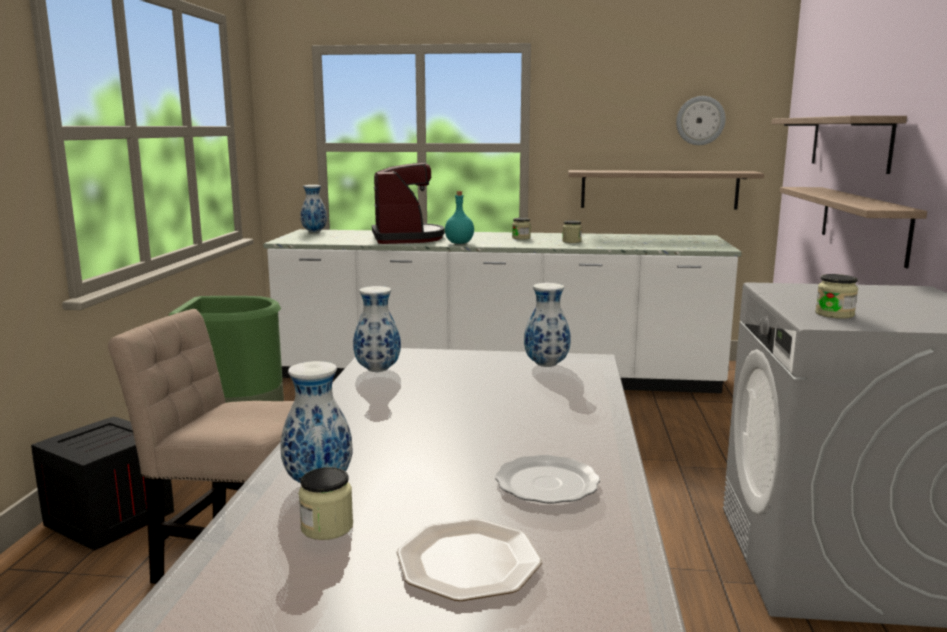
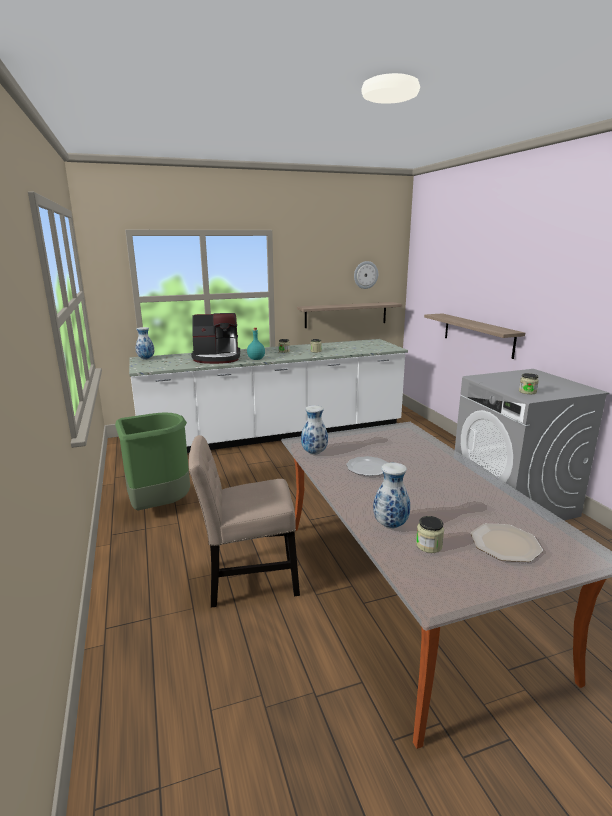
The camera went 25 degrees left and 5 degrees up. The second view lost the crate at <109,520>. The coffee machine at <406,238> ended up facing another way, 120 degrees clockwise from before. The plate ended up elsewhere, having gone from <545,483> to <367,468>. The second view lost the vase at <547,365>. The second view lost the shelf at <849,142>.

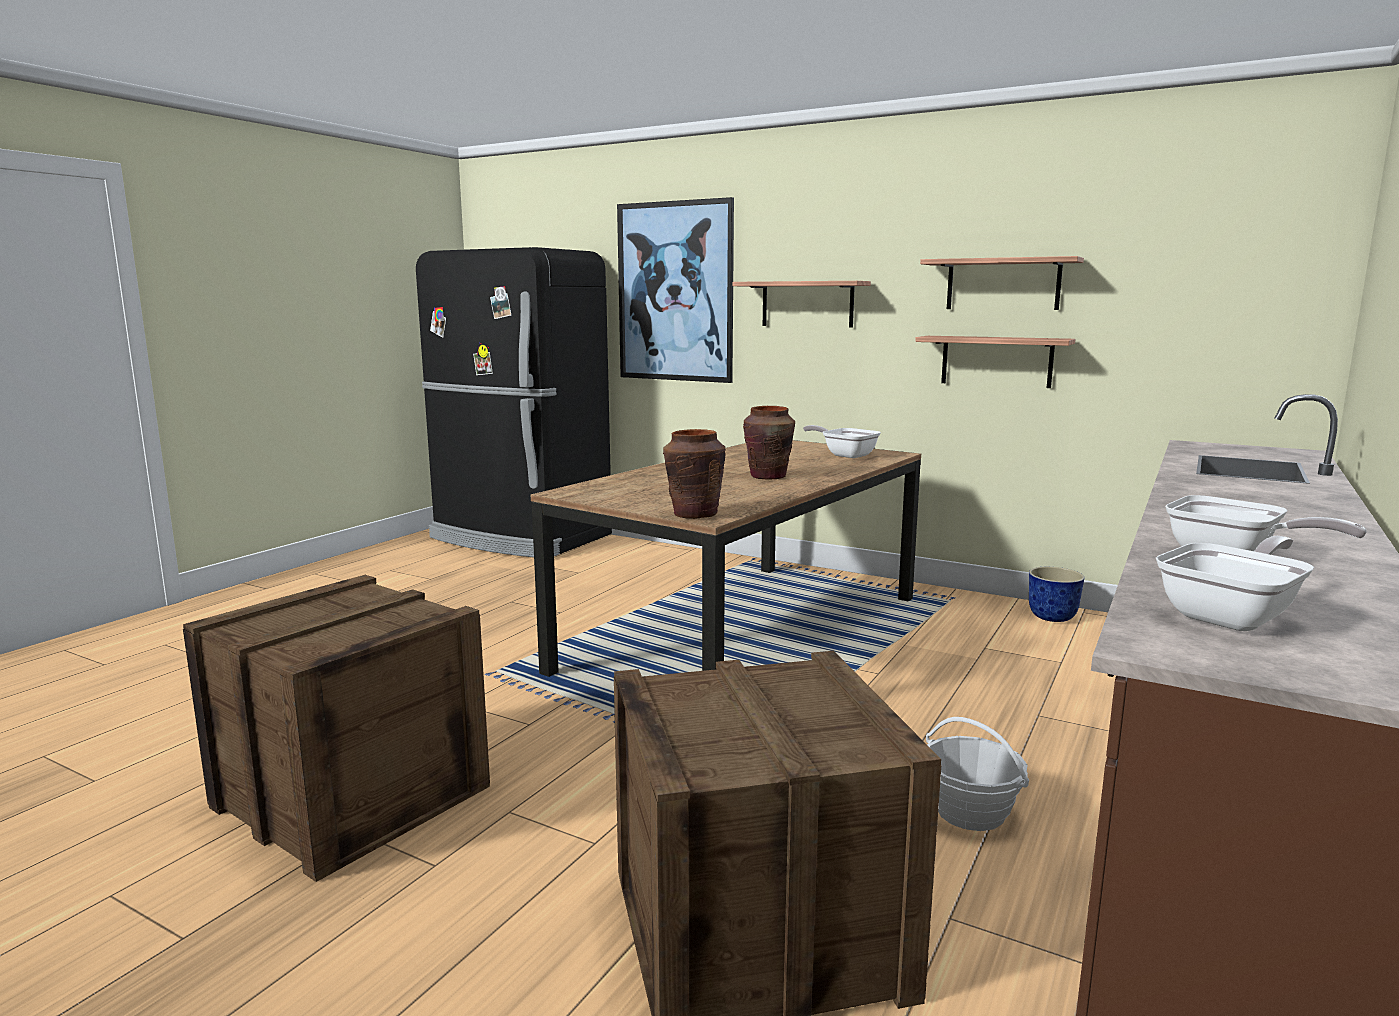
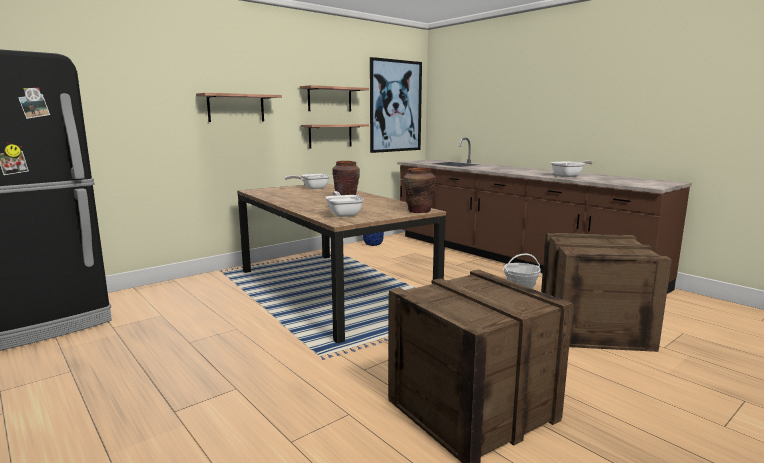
The camera went 70 degrees left and 0 degrees up. The picture ended up elsewhere, having gone from <675,292> to <395,106>. The frying pan ended up elsewhere, having gone from <1233,616> to <344,214>.

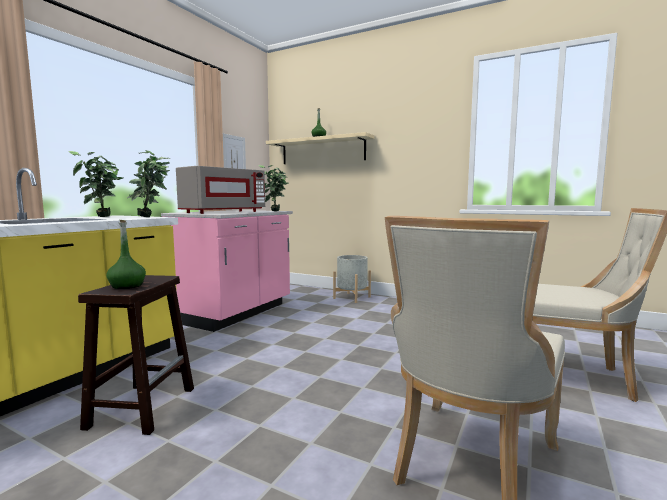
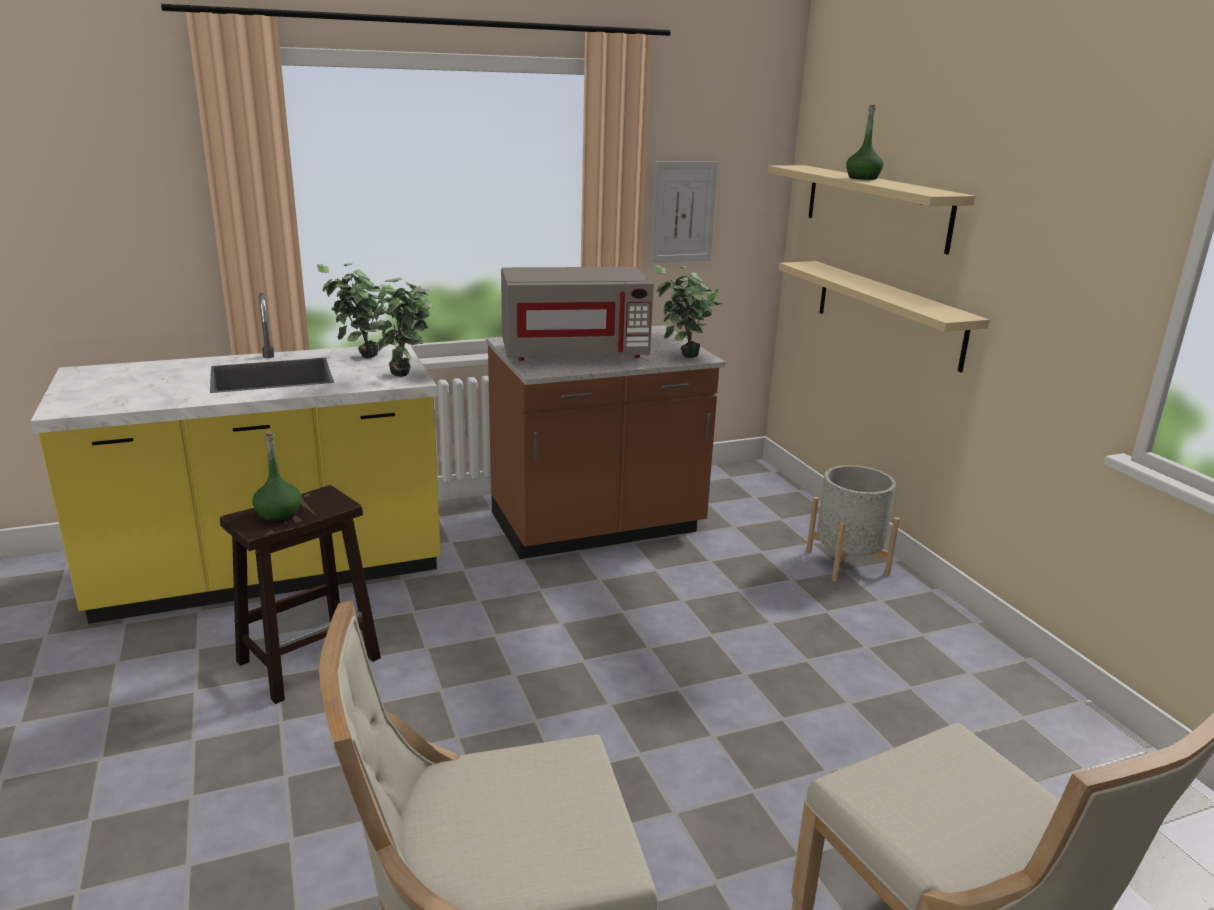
The camera went 40 degrees right and 15 degrees up. What was the counter/pink at <235,313> turned into the counter/brown at <597,527>. The second view gained the shelf/beige at <888,313>.

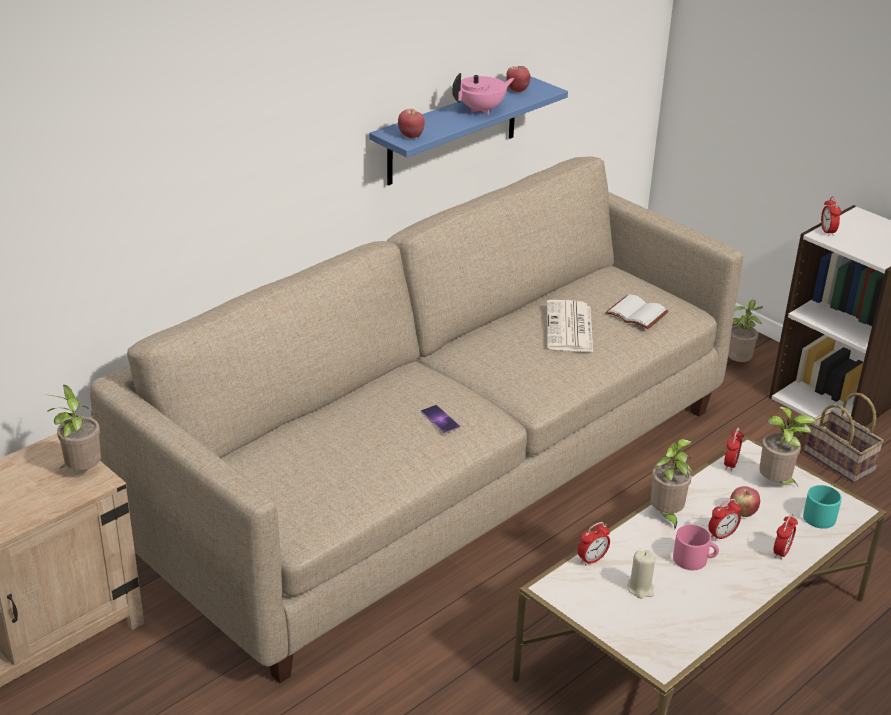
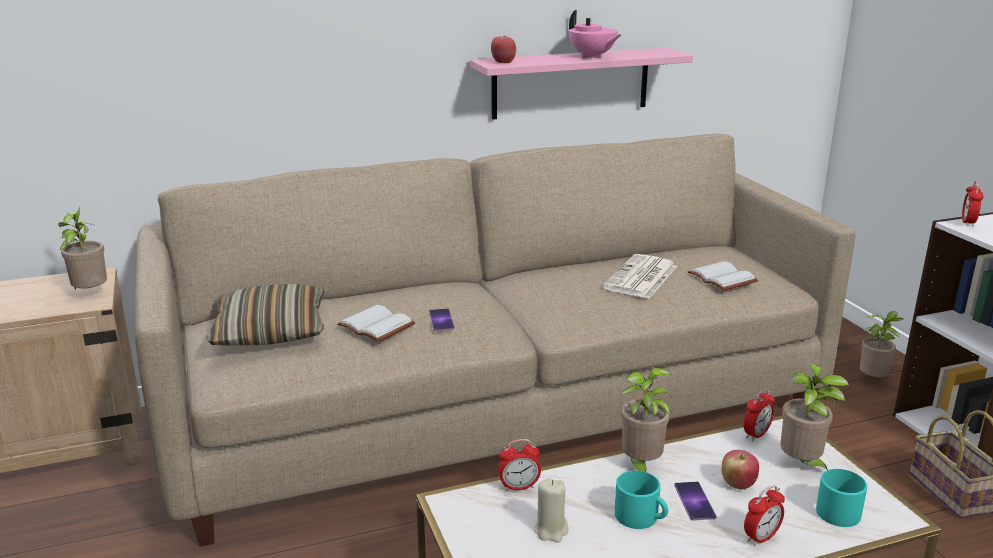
The camera went 25 degrees right and 10 degrees down. What was the shelf/blue at <452,131> turned into the shelf/pink at <571,83>. The teapot/pink at <482,110> ended up facing another way, 60 degrees clockwise from before. The second view lost the apple at <517,90>. What was the mug/pink at <694,559> turned into the mug/turquoise at <641,517>. Where the alarm clock stood at <722,535>, the phone came to stand at <694,501>. The second view gained the pillow at <270,331>. The second view gained the book/white at <378,325>.

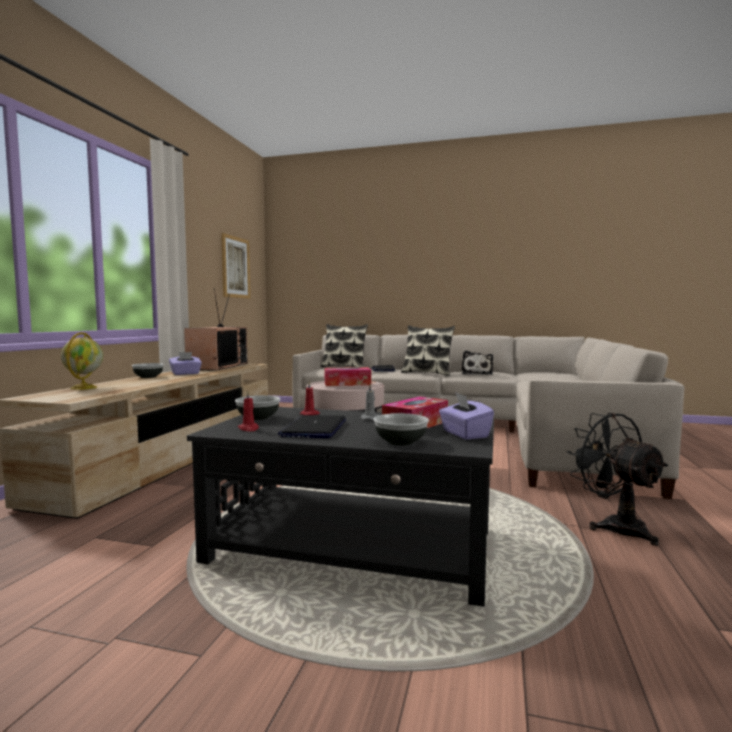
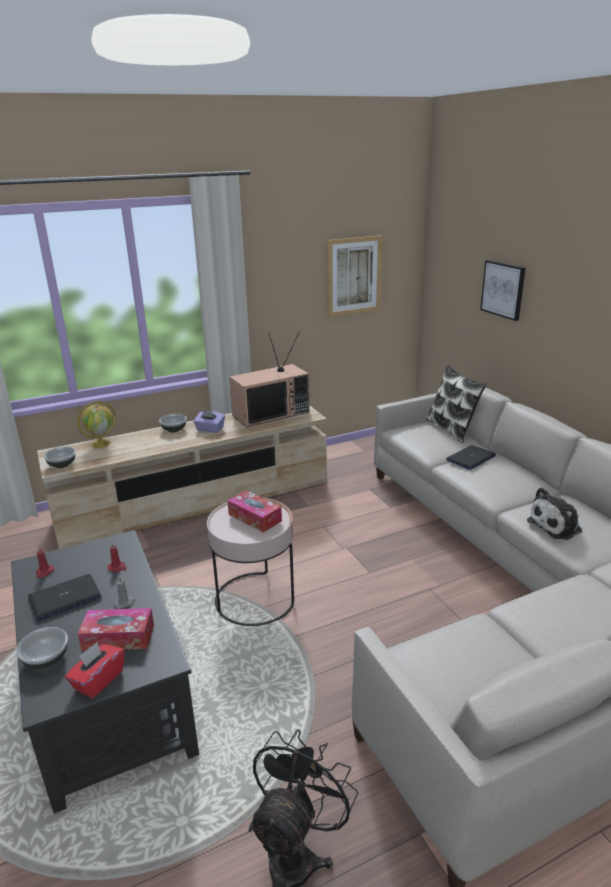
The camera went 50 degrees right and 20 degrees up. The bowl ended up elsewhere, having gone from <258,418> to <62,464>. The second view lost the pillow at <427,373>. What was the tissue box/purple at <464,434> turned into the tissue box/red at <98,680>. The second view gained the picture at <503,289>.

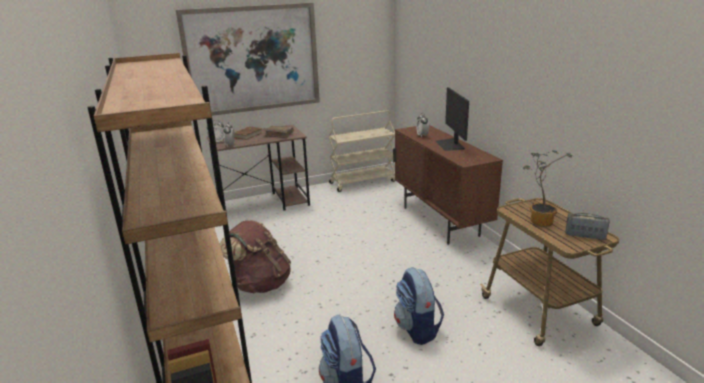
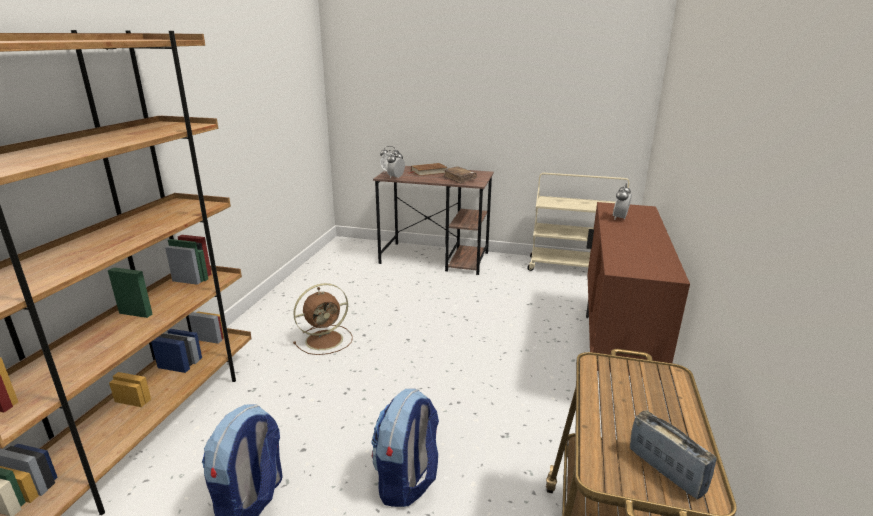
The camera went 35 degrees right and 0 degrees up. The second view lost the picture at <252,59>. Where the backpack/brown stood at <260,284>, the fan/brown came to stand at <326,339>. The second view lost the monitor at <450,145>. The second view lost the potted plant at <539,220>.

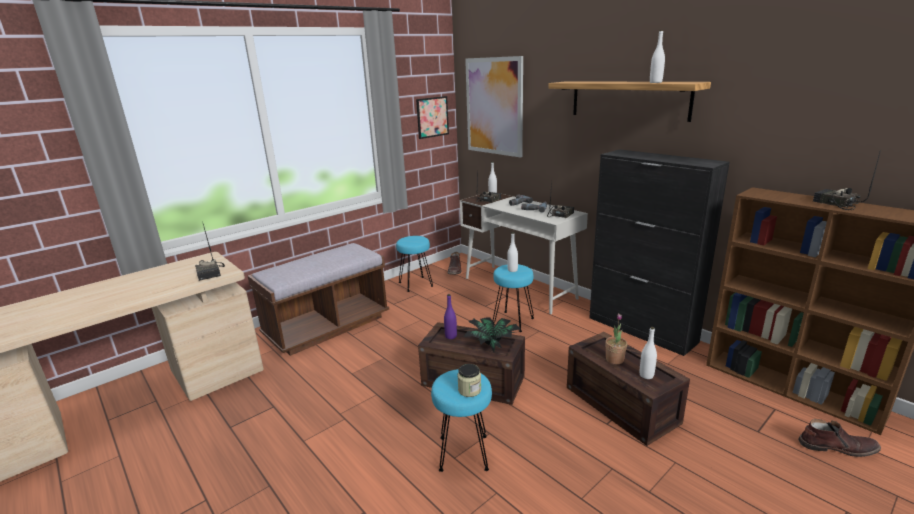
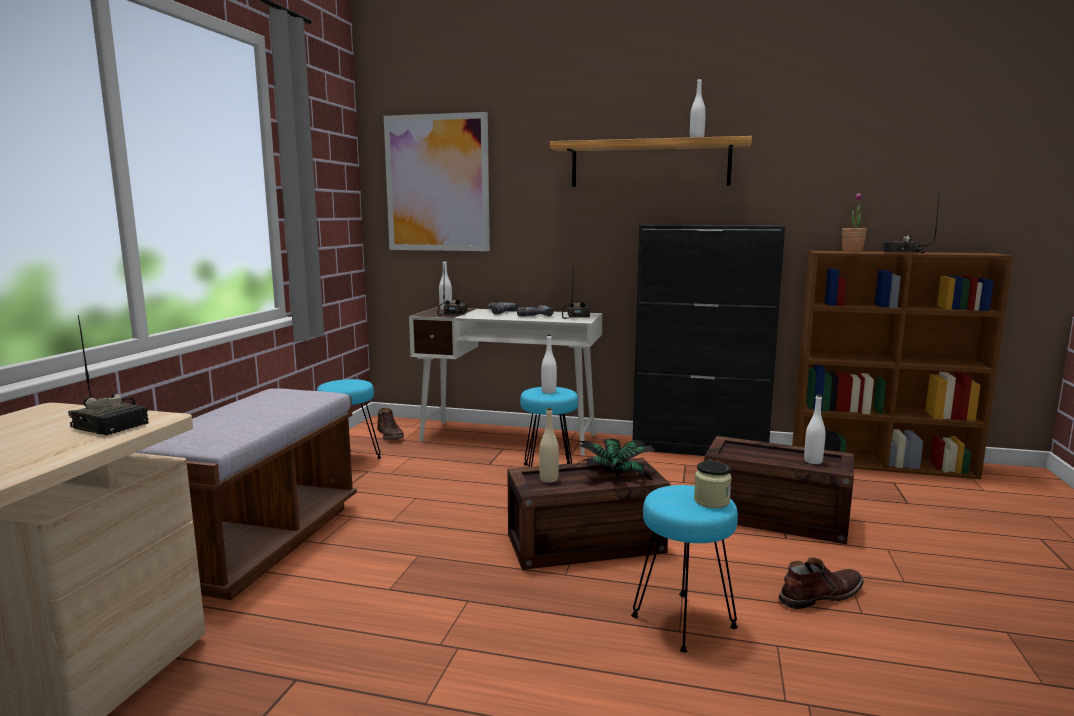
The camera went 35 degrees left and 10 degrees down. The second view lost the picture at <432,117>. What was the bottle/purple at <451,336> turned into the bottle/beige at <549,479>. The potted plant ended up elsewhere, having gone from <614,359> to <852,251>. The boot/brown ended up elsewhere, having gone from <836,447> to <819,595>.

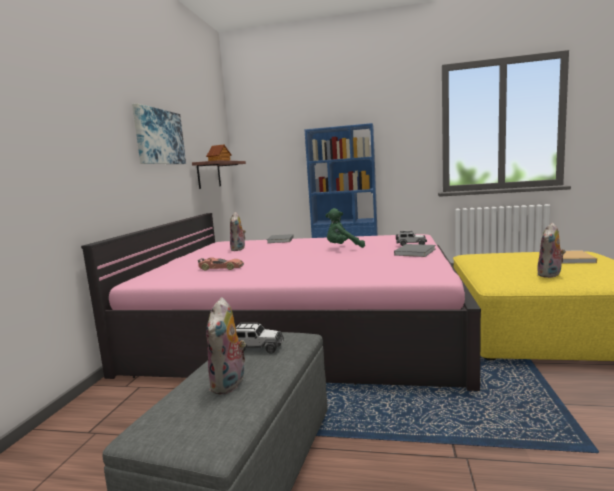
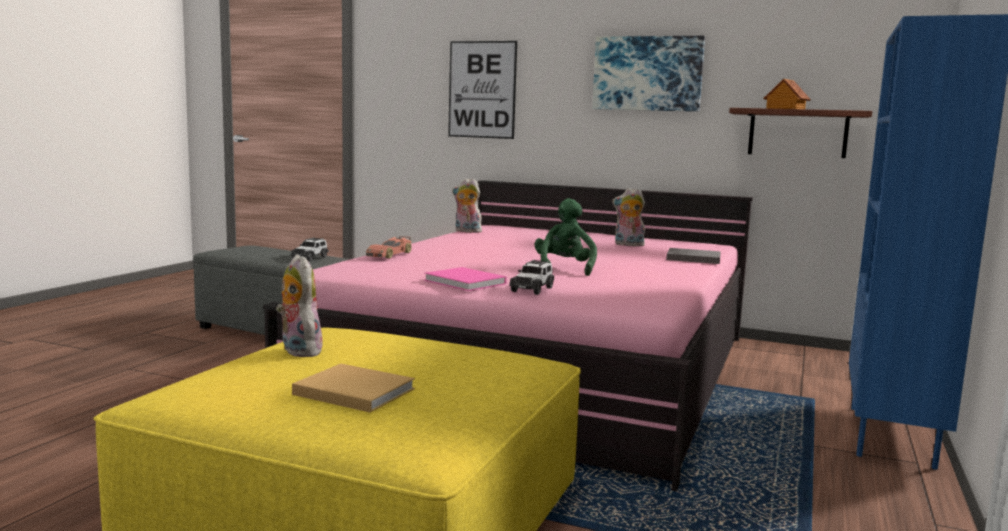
The camera went 100 degrees right and 0 degrees up. The toy car ended up elsewhere, having gone from <221,268> to <390,254>. The plush toy ended up elsewhere, having gone from <230,384> to <466,231>. What was the book/grey at <415,252> turned into the book/pink at <466,282>. The second view gained the picture at <482,90>.

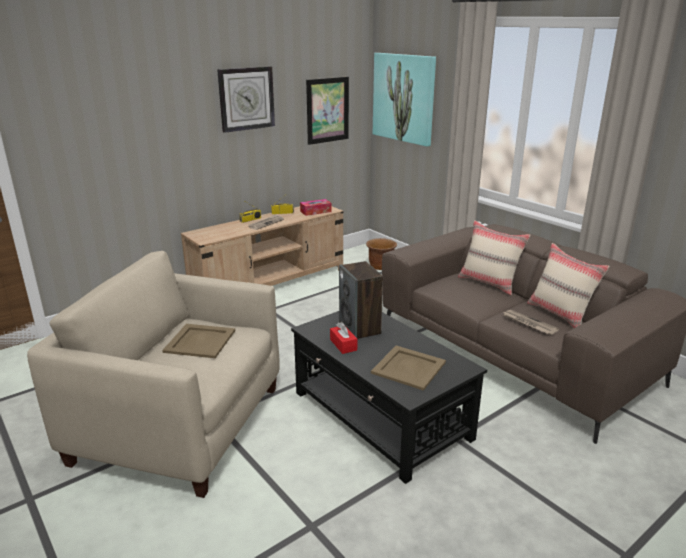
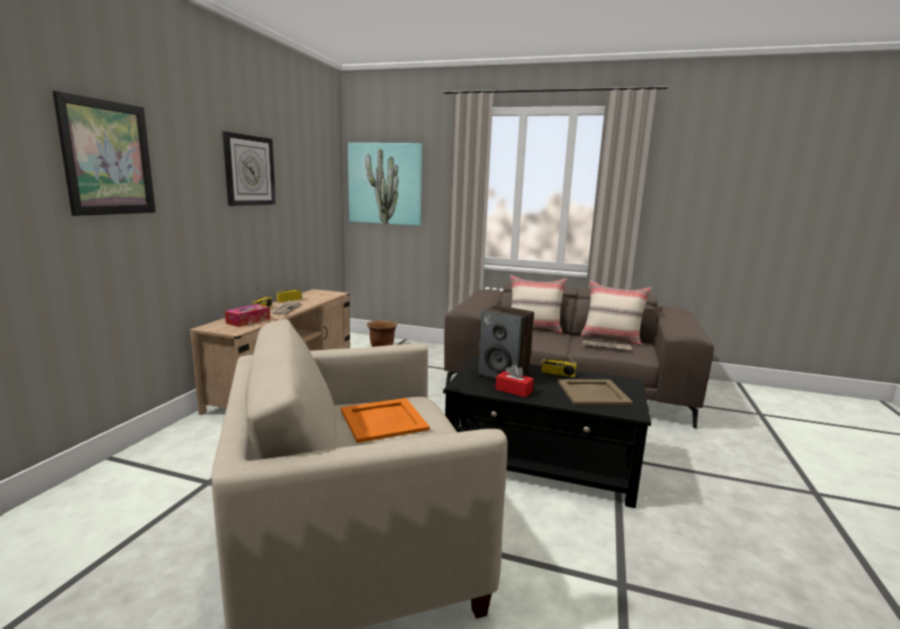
The camera went 35 degrees left and 10 degrees down. What was the tray/beige at <199,341> turned into the tray/orange at <383,420>. The tissue box ended up elsewhere, having gone from <315,211> to <248,321>. The picture ended up elsewhere, having gone from <327,110> to <108,158>. The second view gained the radio at <557,374>.

